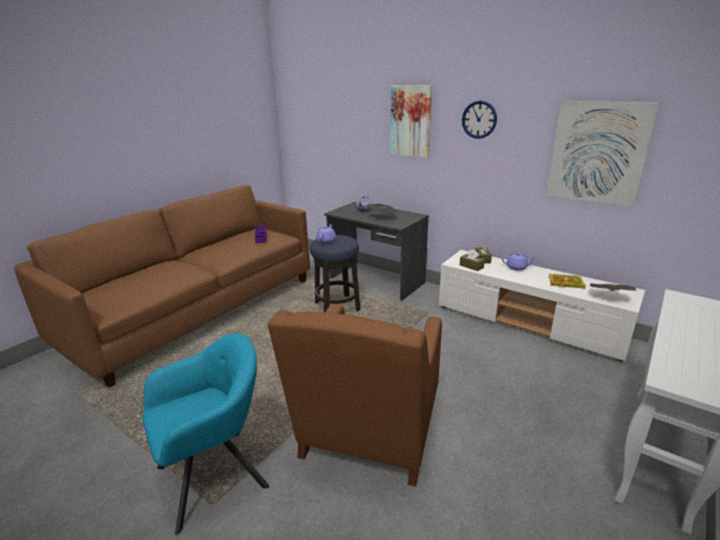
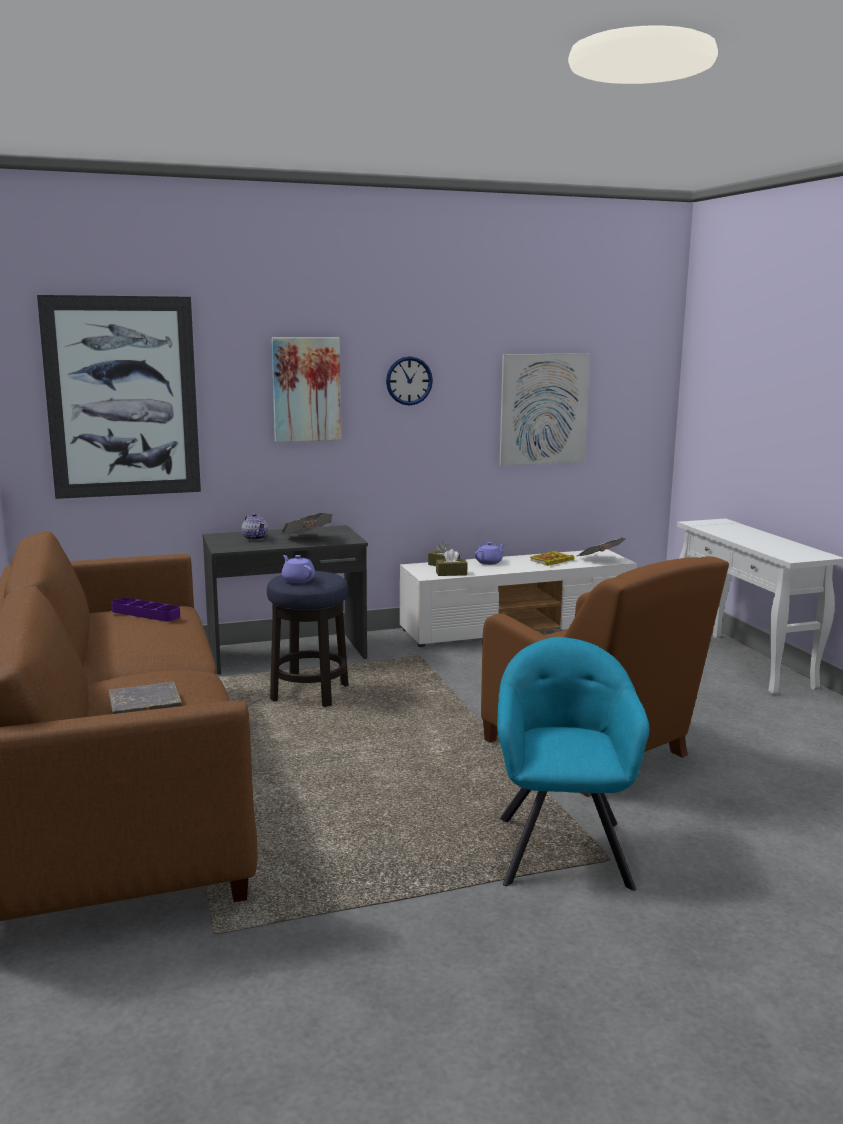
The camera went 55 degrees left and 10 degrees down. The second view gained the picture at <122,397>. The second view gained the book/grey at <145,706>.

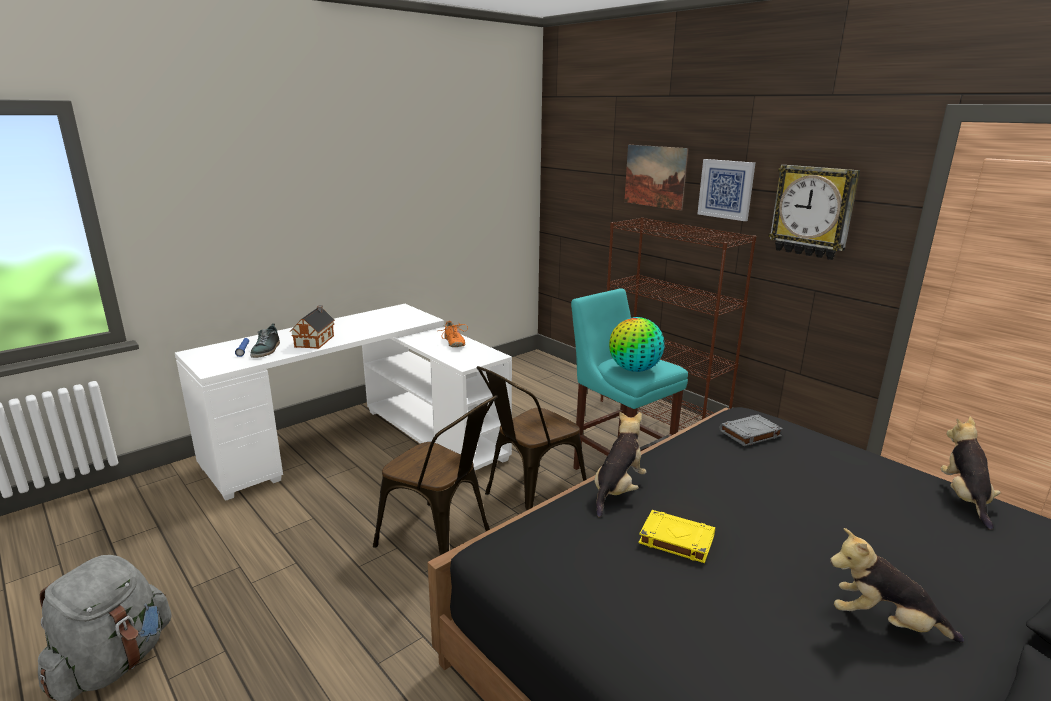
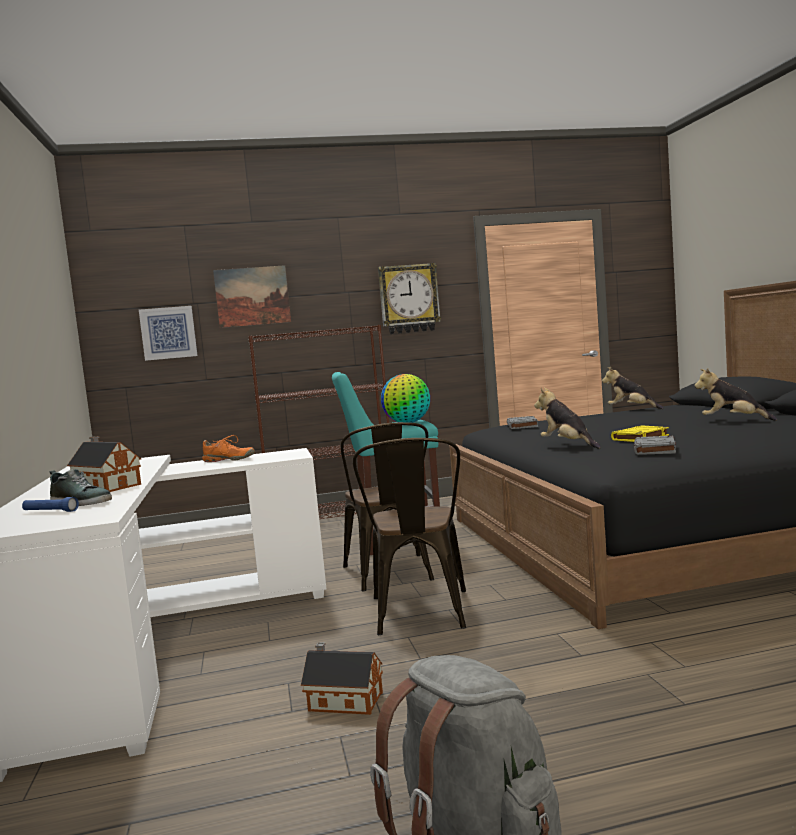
The camera went 60 degrees left and 15 degrees down. The chair/brown at <442,541> ended up facing another way, 120 degrees clockwise from before. The picture ended up elsewhere, having gone from <726,189> to <168,333>. The plush toy at <883,622> ended up facing another way, 75 degrees clockwise from before. The second view gained the toy house at <343,701>. The second view gained the book/grey at <655,450>.

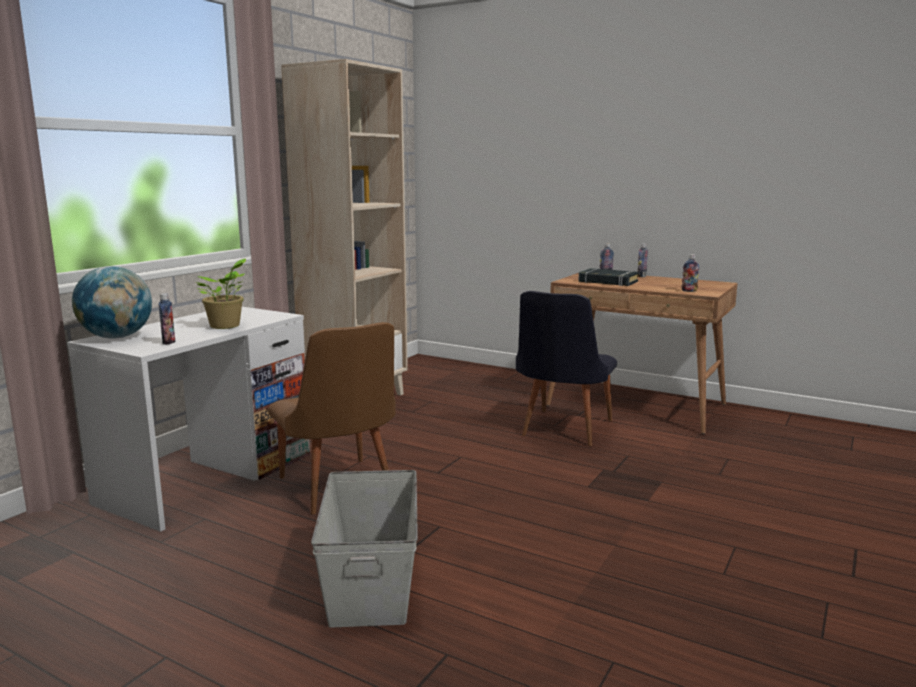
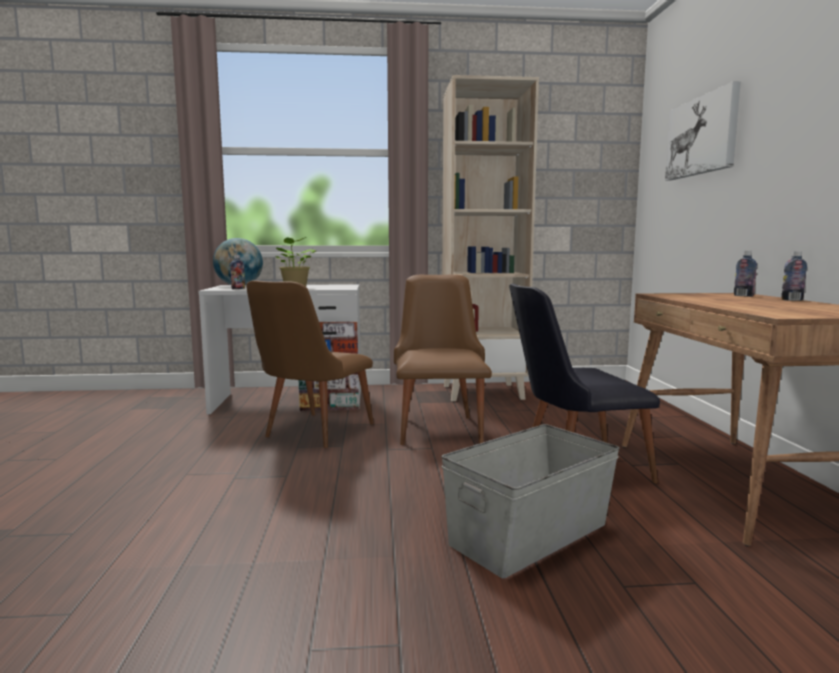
The camera went 55 degrees right and 5 degrees down. The storage box/grey ended up elsewhere, having gone from <372,579> to <531,534>. The second view lost the book/black at <607,282>. The second view lost the bottle at <689,291>. The second view gained the chair/brown at <439,426>. The second view gained the picture at <702,136>.

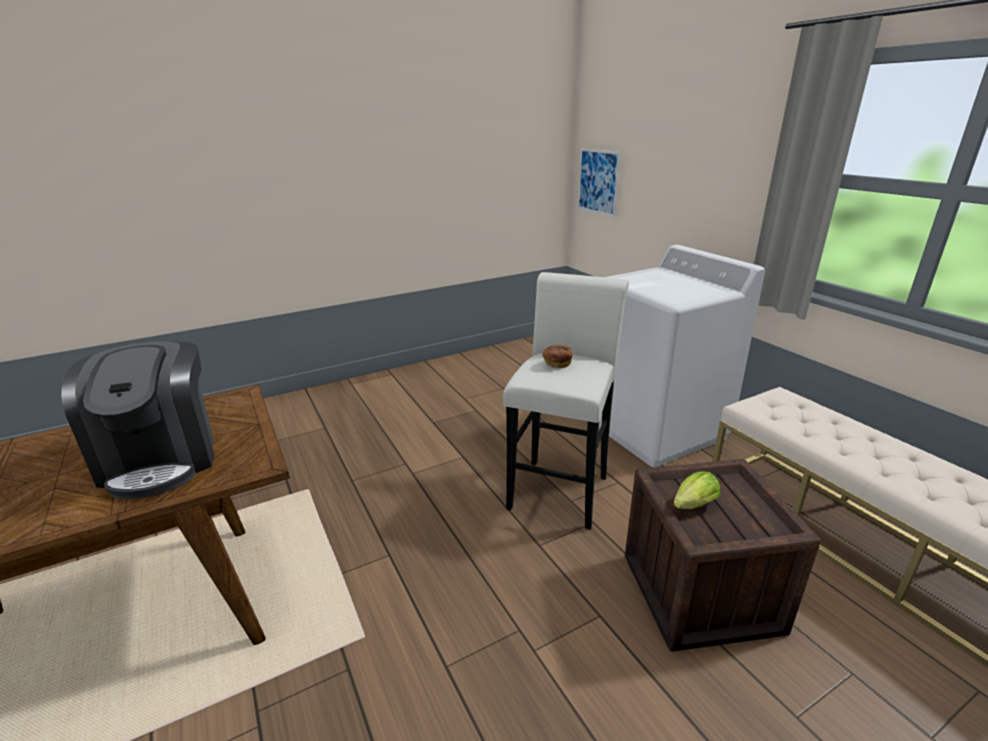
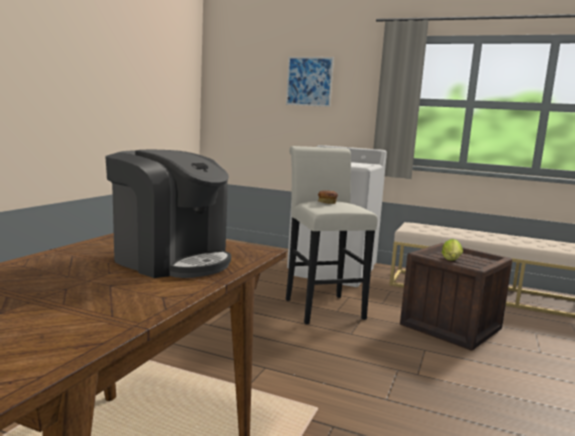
The camera went 40 degrees left and 15 degrees down. The picture ended up elsewhere, having gone from <598,181> to <309,81>.

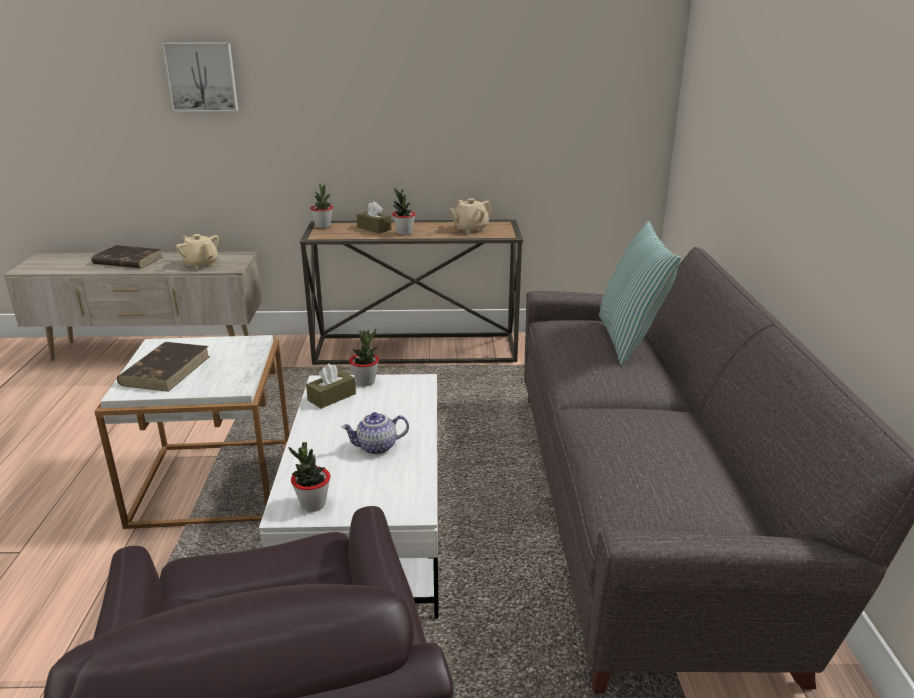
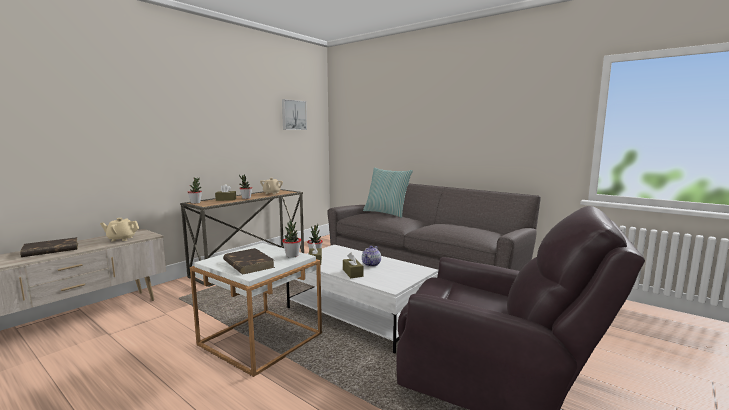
The camera went 50 degrees left and 15 degrees down. The picture ended up elsewhere, having gone from <202,77> to <293,115>. The potted plant ended up elsewhere, having gone from <313,504> to <292,255>. The second view gained the tissue box/brown at <352,273>.

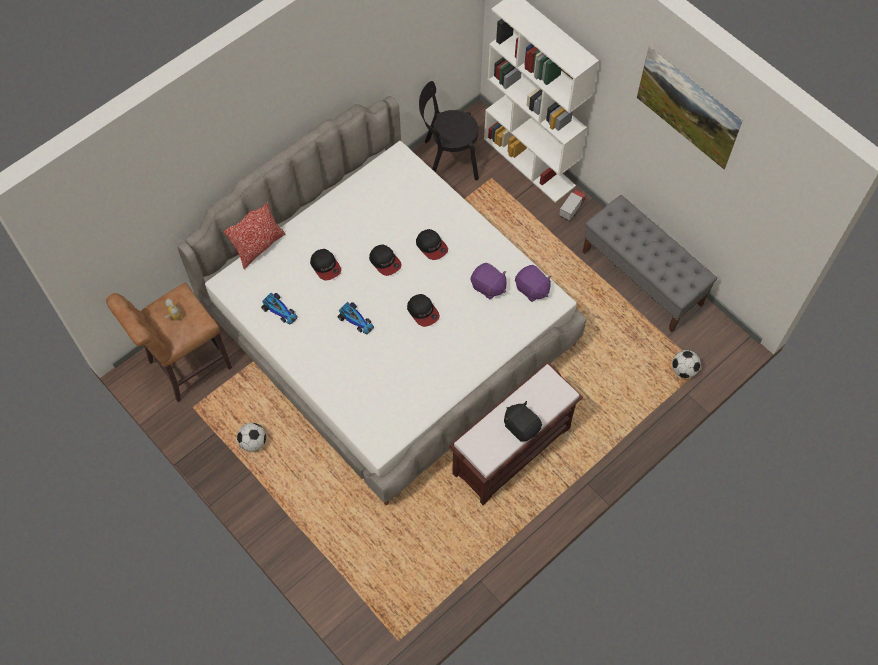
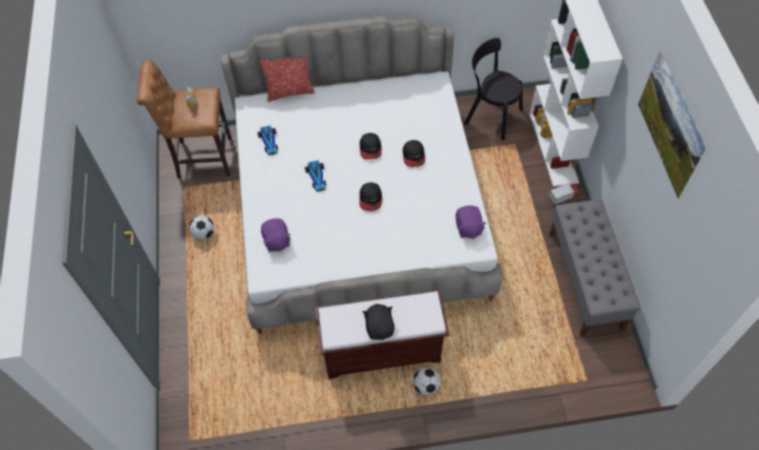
The camera went 35 degrees right and 5 degrees down. The second view lost the cap at <326,266>. The plush toy/purple ended up elsewhere, having gone from <488,286> to <276,241>. The football ended up elsewhere, having gone from <683,370> to <426,386>.

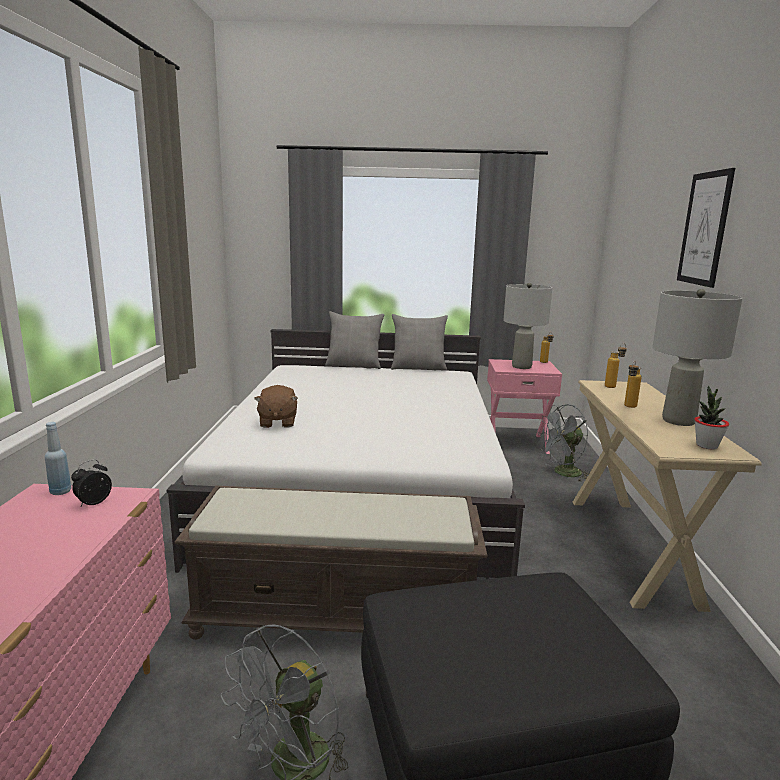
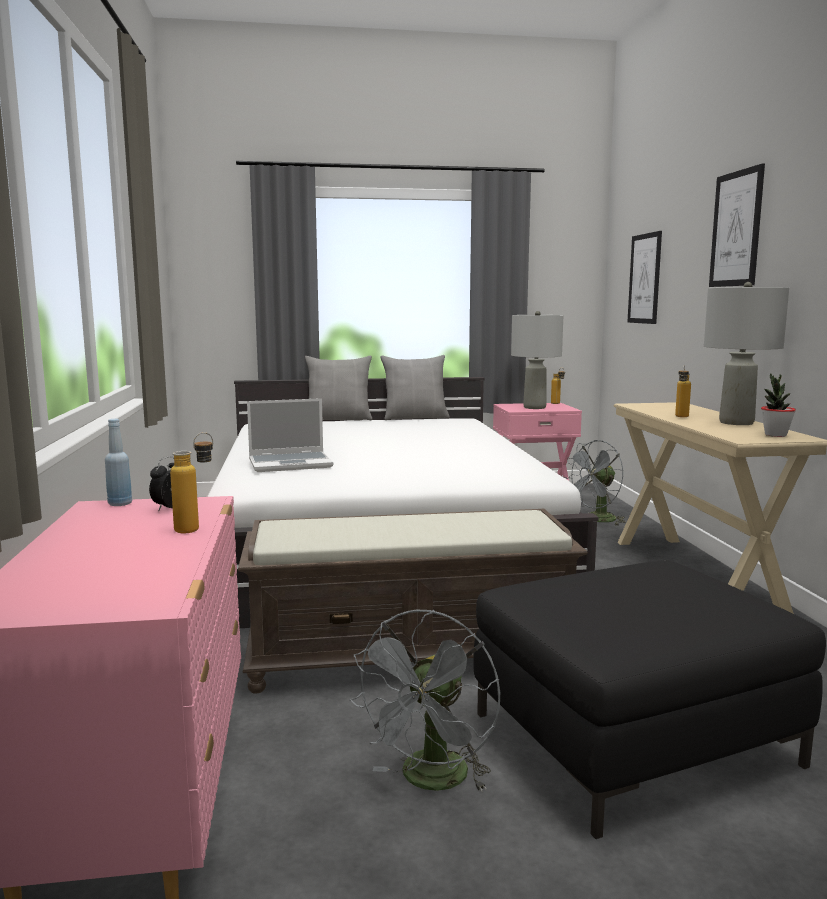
The camera went 10 degrees left and 5 degrees down. Where the plush toy/brown stood at <277,422>, the laptop came to stand at <291,463>. The bottle ended up elsewhere, having gone from <613,386> to <196,528>. The second view gained the picture at <644,278>.

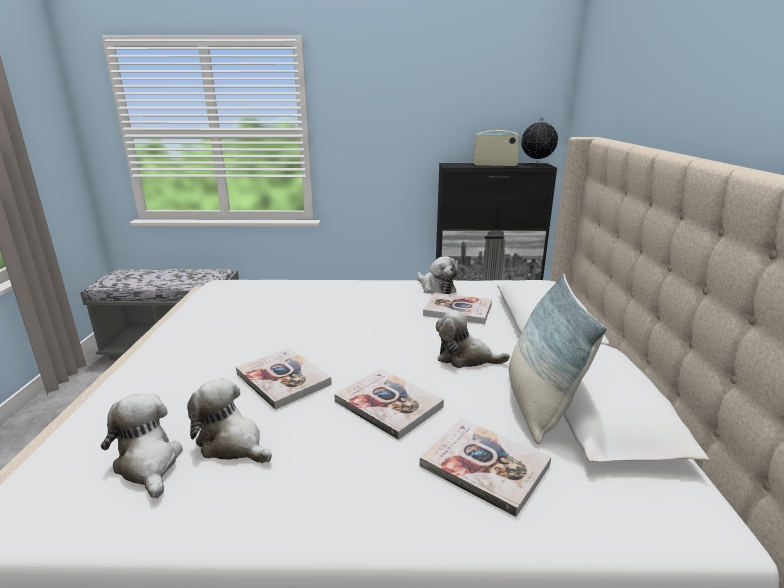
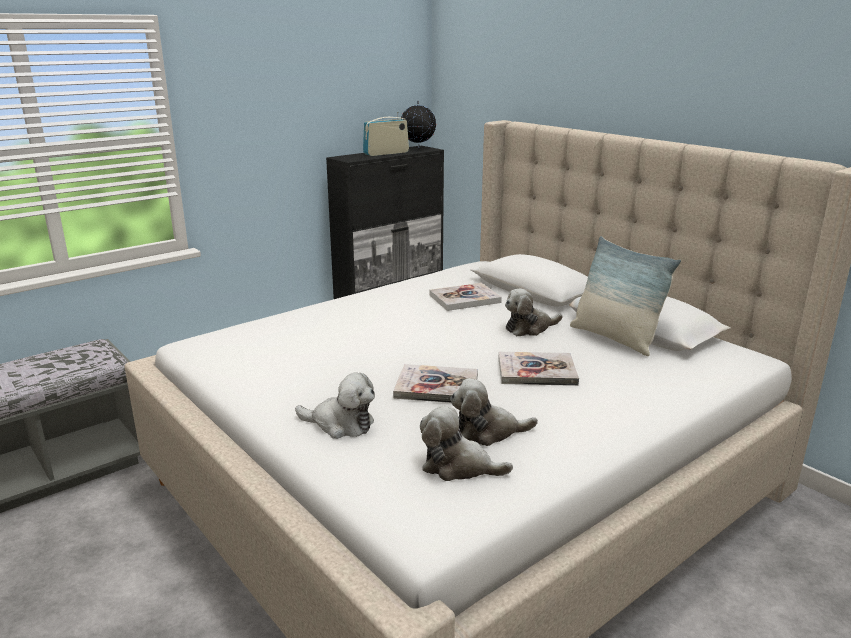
The camera went 40 degrees left and 0 degrees up. The plush toy ended up elsewhere, having gone from <436,288> to <340,424>. The second view lost the book at <484,466>.

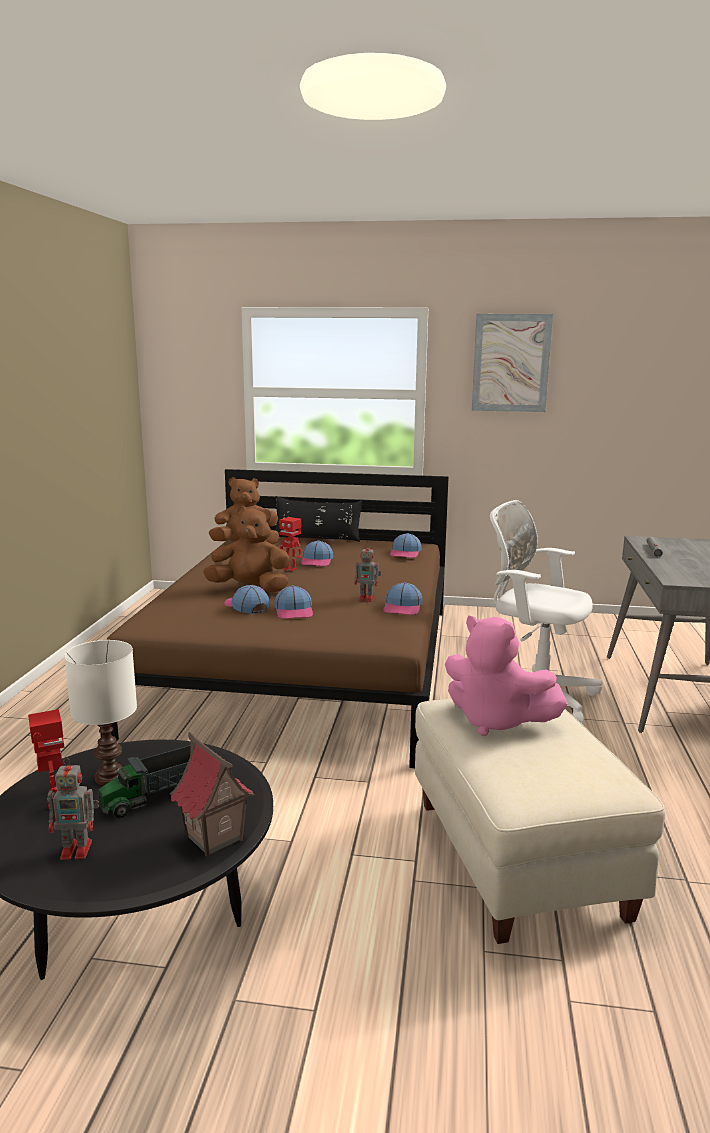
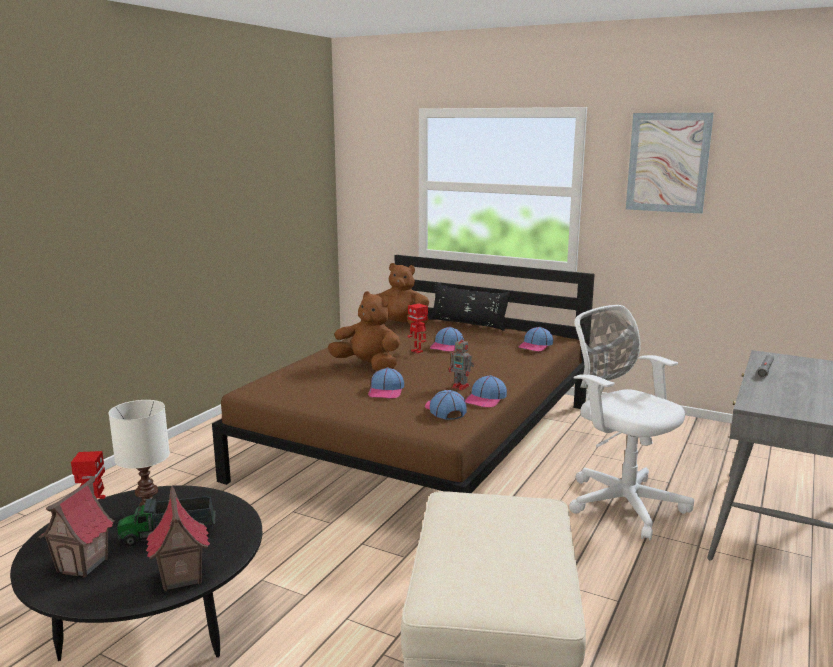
The camera went 20 degrees right and 0 degrees up. Where the toy robot stood at <78,850>, the toy house came to stand at <83,565>. The cap ended up elsewhere, having gone from <246,606> to <444,410>. The second view lost the plush toy/pink at <495,721>.

